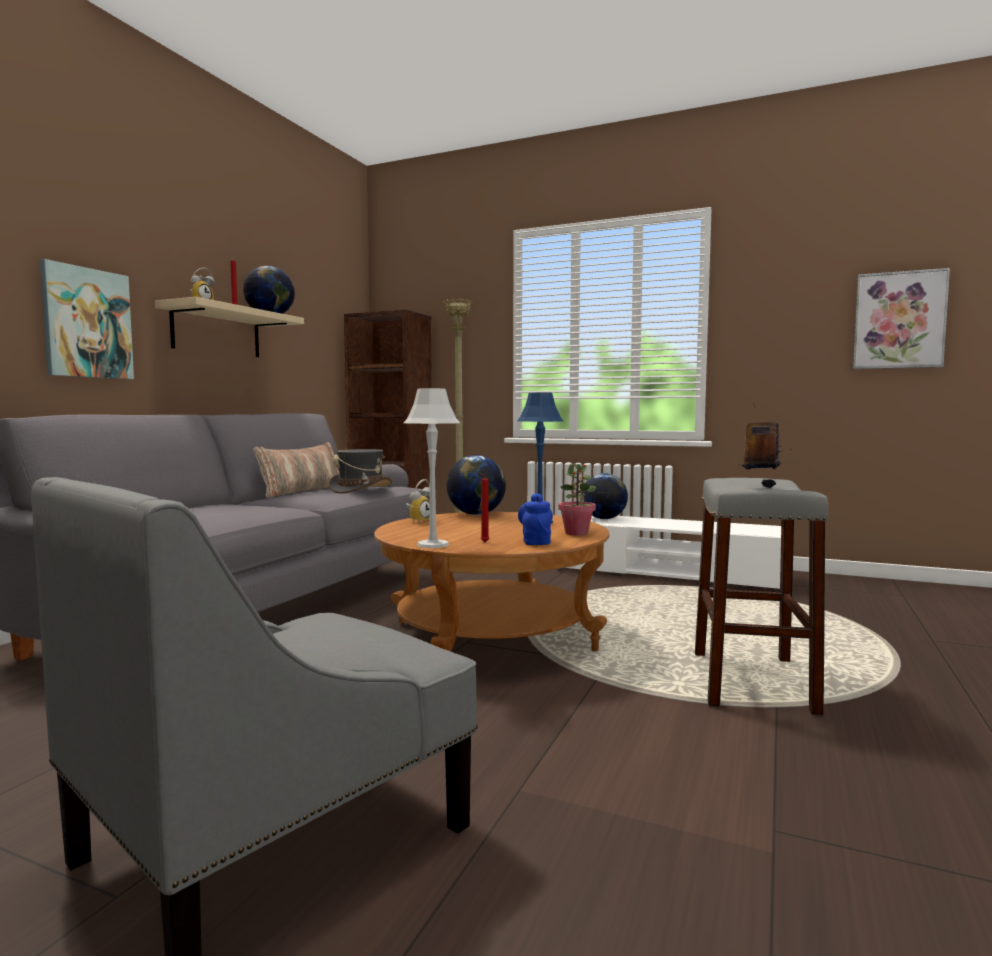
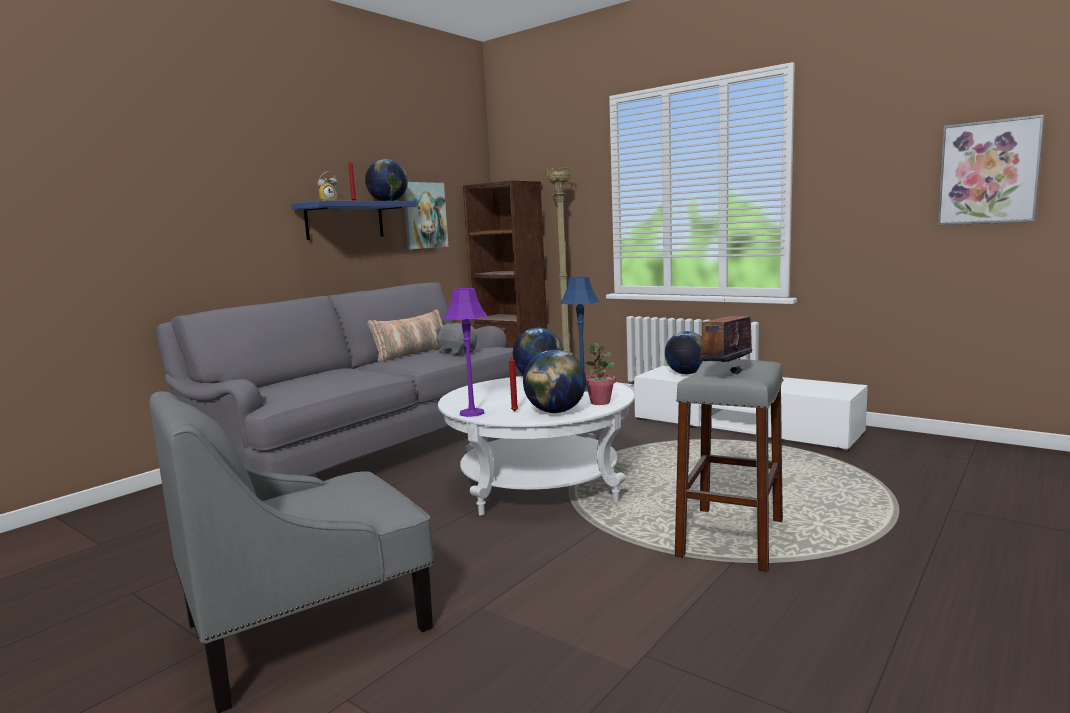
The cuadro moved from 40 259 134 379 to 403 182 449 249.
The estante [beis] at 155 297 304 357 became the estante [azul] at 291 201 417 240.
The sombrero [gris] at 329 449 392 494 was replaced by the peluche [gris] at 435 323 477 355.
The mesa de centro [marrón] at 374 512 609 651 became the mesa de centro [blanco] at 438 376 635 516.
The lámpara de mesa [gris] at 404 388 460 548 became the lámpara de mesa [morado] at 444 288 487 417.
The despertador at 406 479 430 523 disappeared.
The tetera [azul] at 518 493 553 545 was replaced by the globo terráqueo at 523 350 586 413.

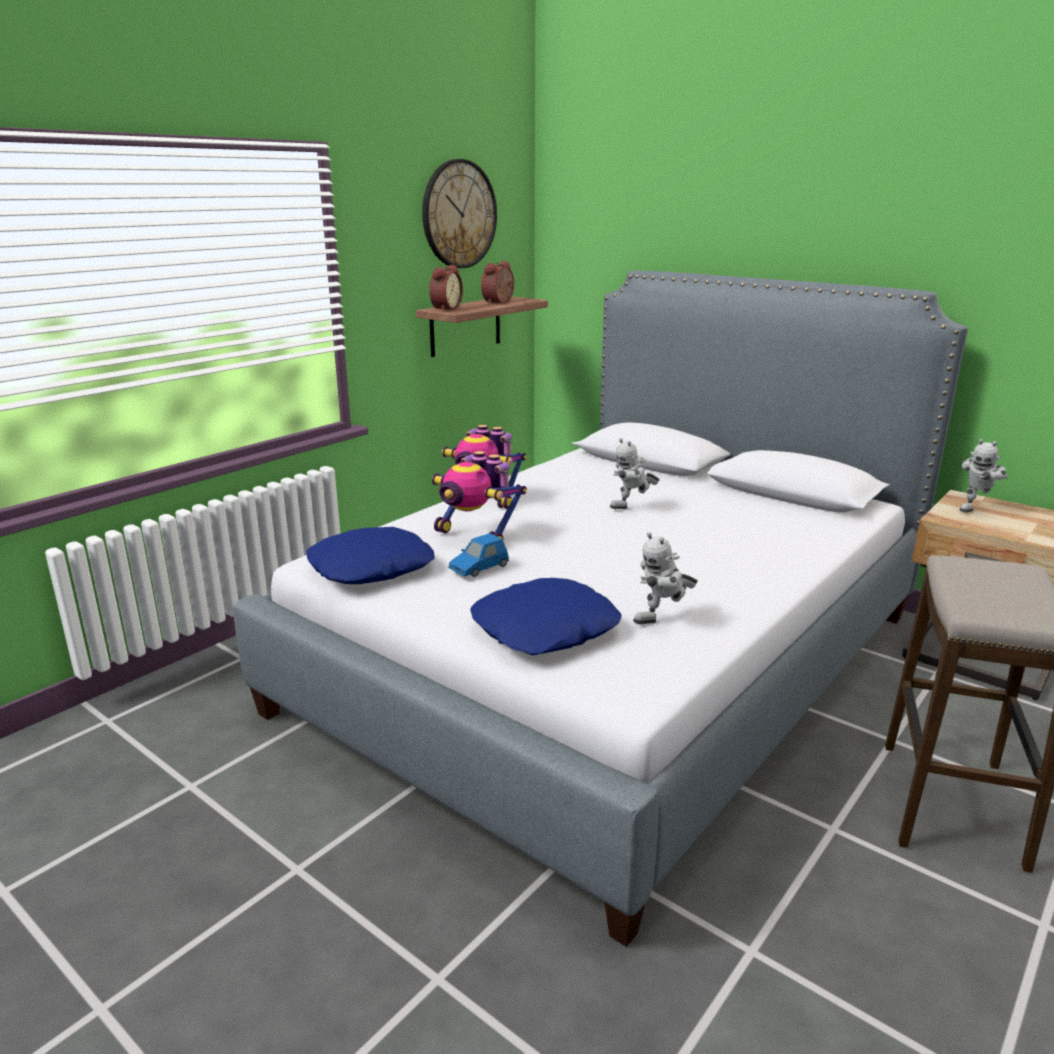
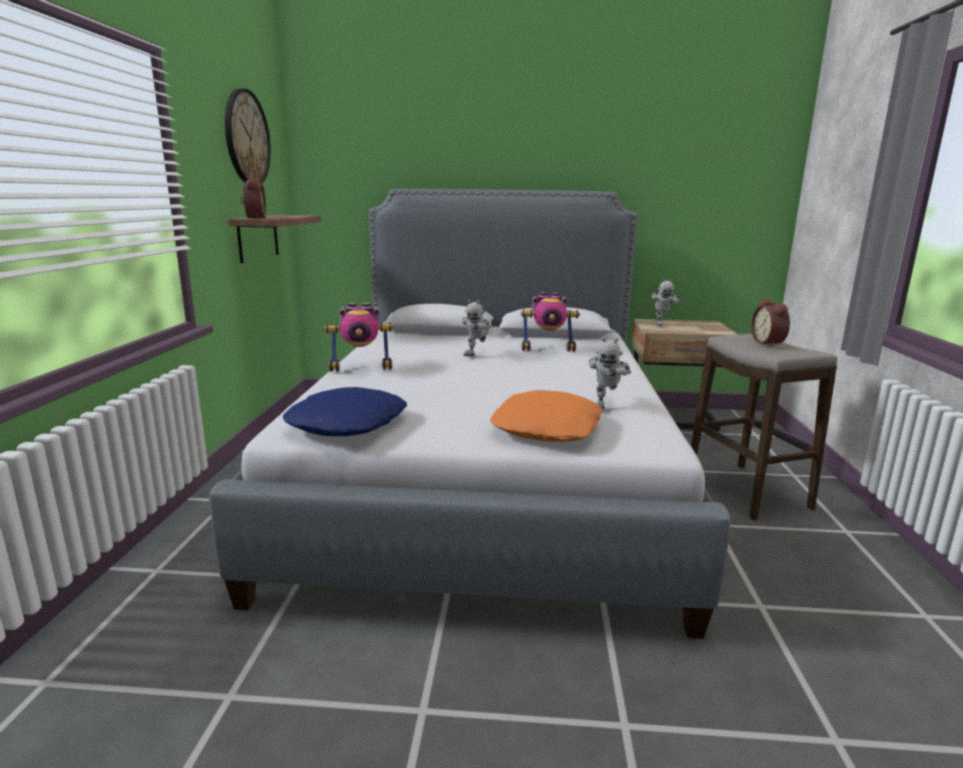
The robot de juguete moved from 432 451 527 540 to 521 292 580 352.
The coche de juguete [azul] at 448 533 509 577 disappeared.
The cojín [azul] at 470 578 622 656 became the cojín [naranja] at 490 390 602 442.
The despertador moved from 481 261 514 305 to 751 298 790 347.

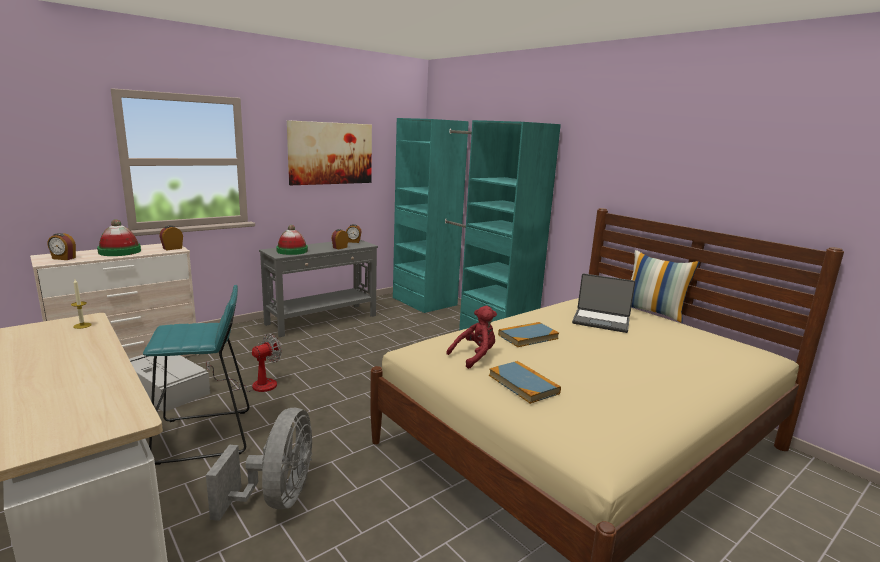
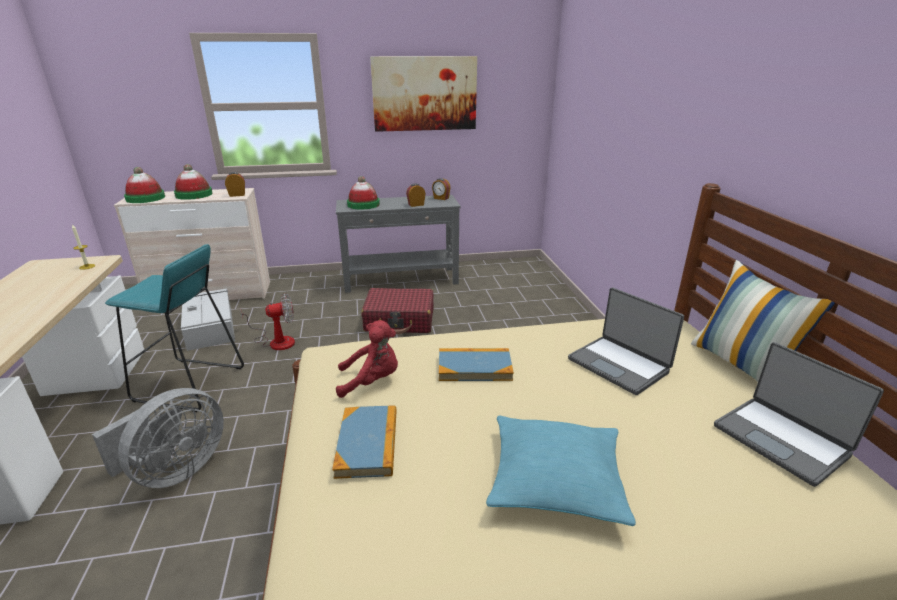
The despertador at 47 233 76 260 was replaced by the sombrero at 124 167 165 203.
The armario ropero [turquesa] at 393 118 561 330 disappeared.
The maleta [rojo] at 361 288 434 334 appeared.
The cojín [turquesa] at 486 415 636 526 appeared.
The portátil at 714 342 884 487 appeared.

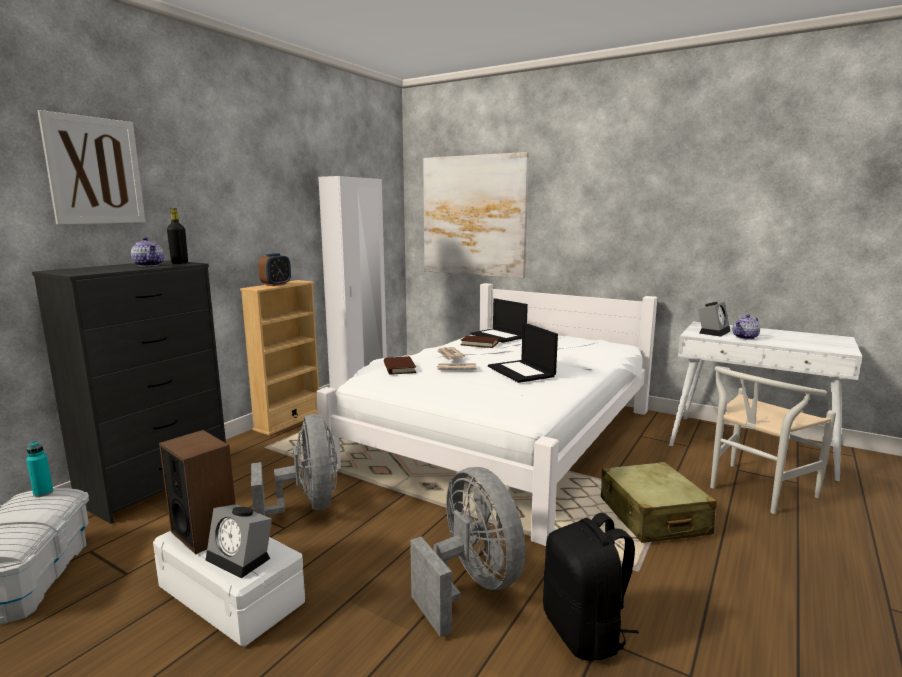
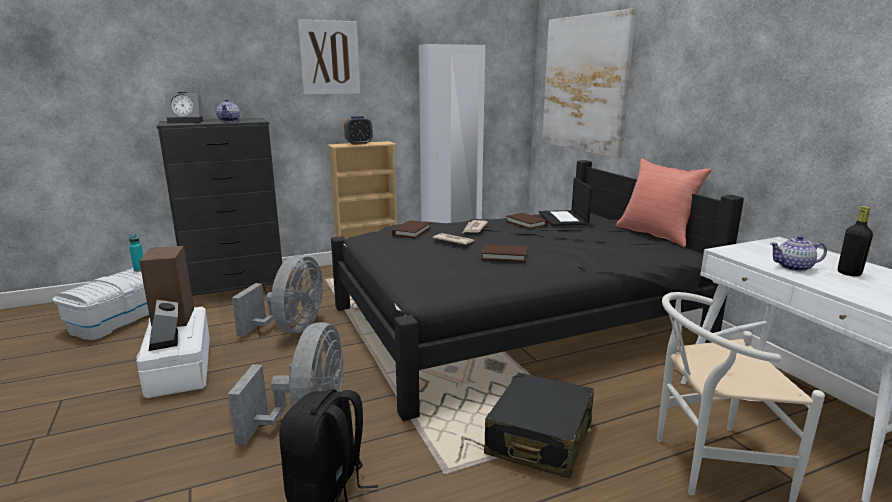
The cuadro moved from 38 110 146 225 to 298 19 360 95.
The botella [negro] moved from 167 208 188 264 to 838 206 873 277.
The cama [blanco] at 317 283 657 546 became the cama [negro] at 331 160 744 421.
The portátil at 488 322 558 383 was replaced by the libro [marrón] at 482 244 527 262.
The maleta [beis] at 601 462 717 543 became the maleta [negro] at 484 372 594 479.
The despertador moved from 698 302 730 337 to 165 92 203 124.
The cojín [rojo] at 616 159 712 247 appeared.

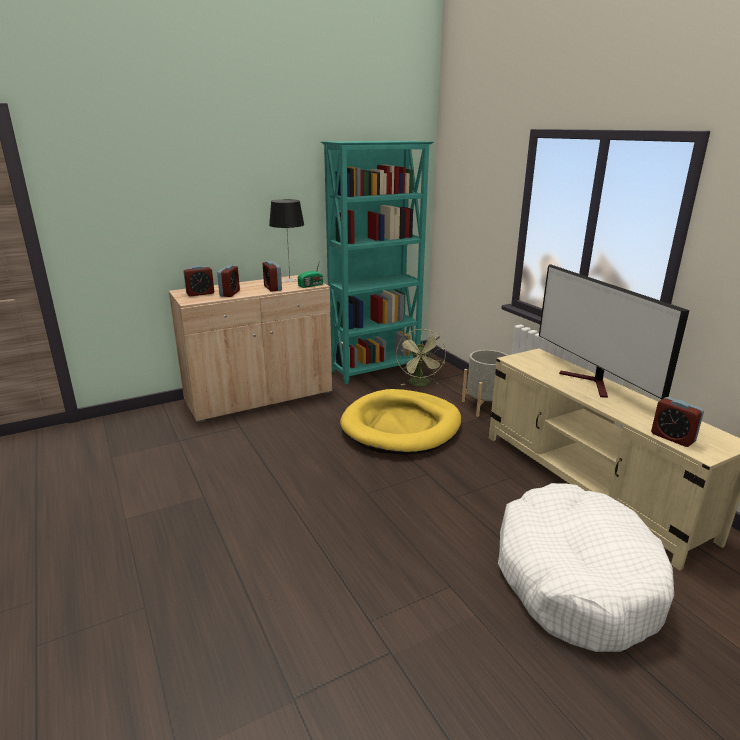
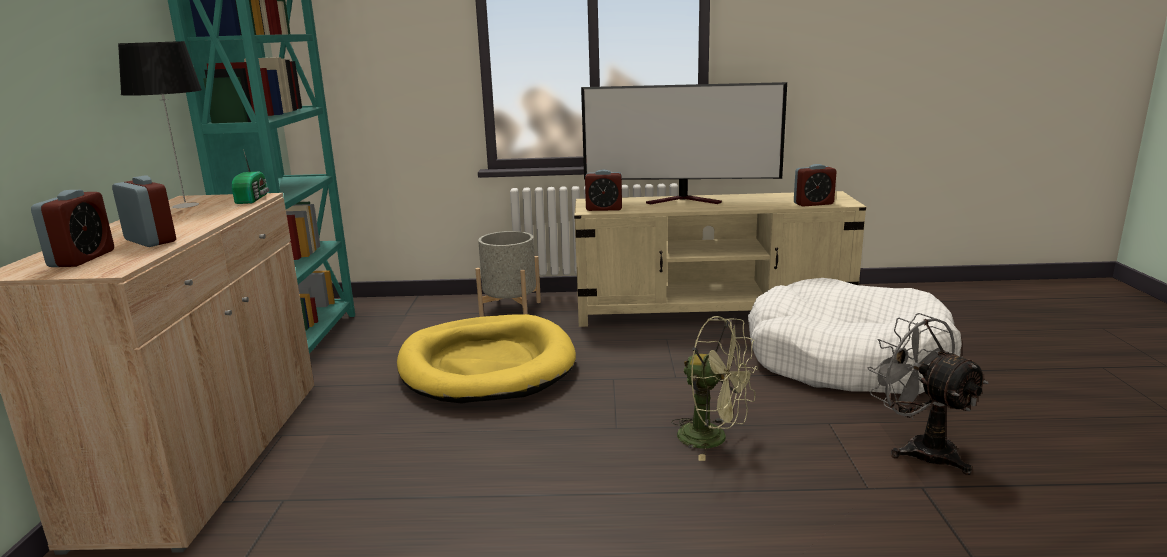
The despertador moved from 263 261 282 292 to 585 169 622 211.
The ventilador [verde] moved from 396 329 446 386 to 671 316 758 461.
The ventilador [gris] at 868 313 989 475 appeared.

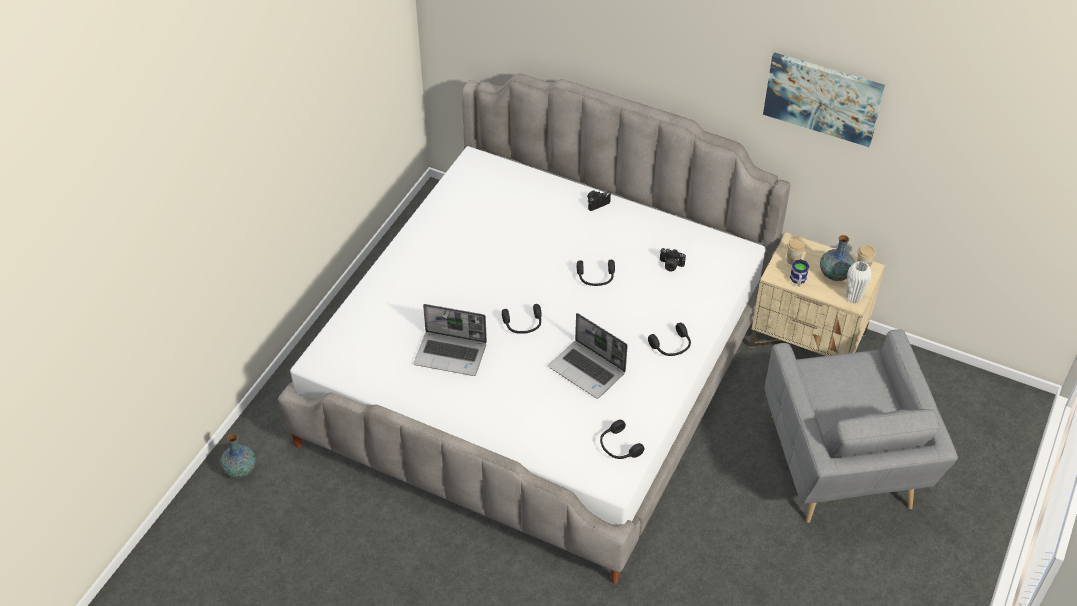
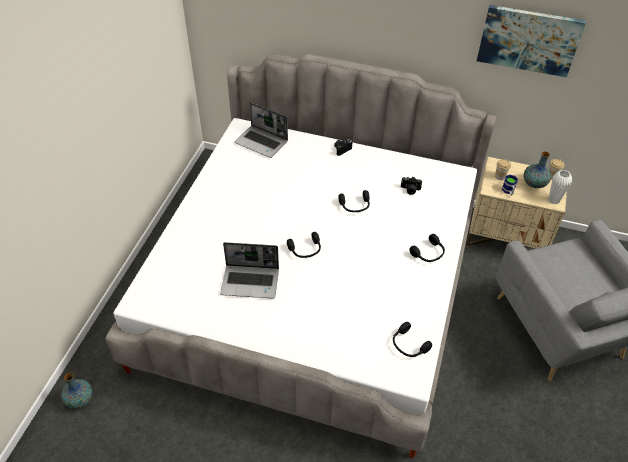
The portátil moved from 548 313 628 399 to 234 102 288 158.

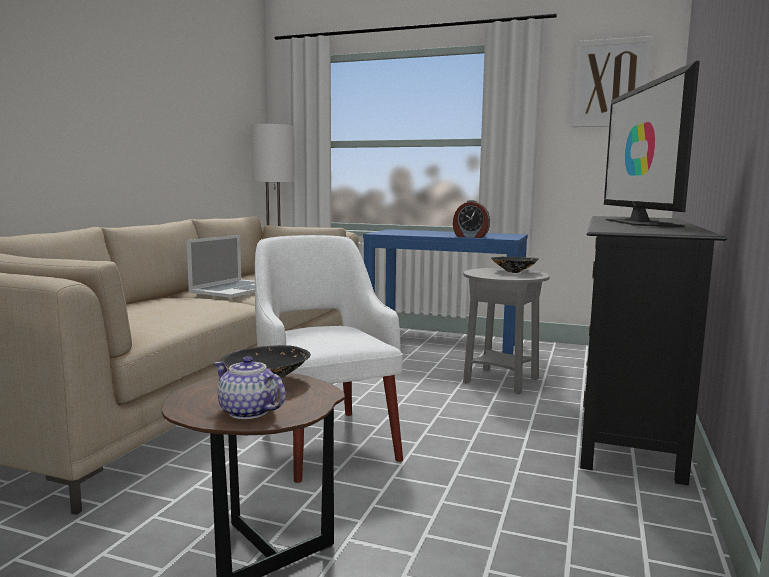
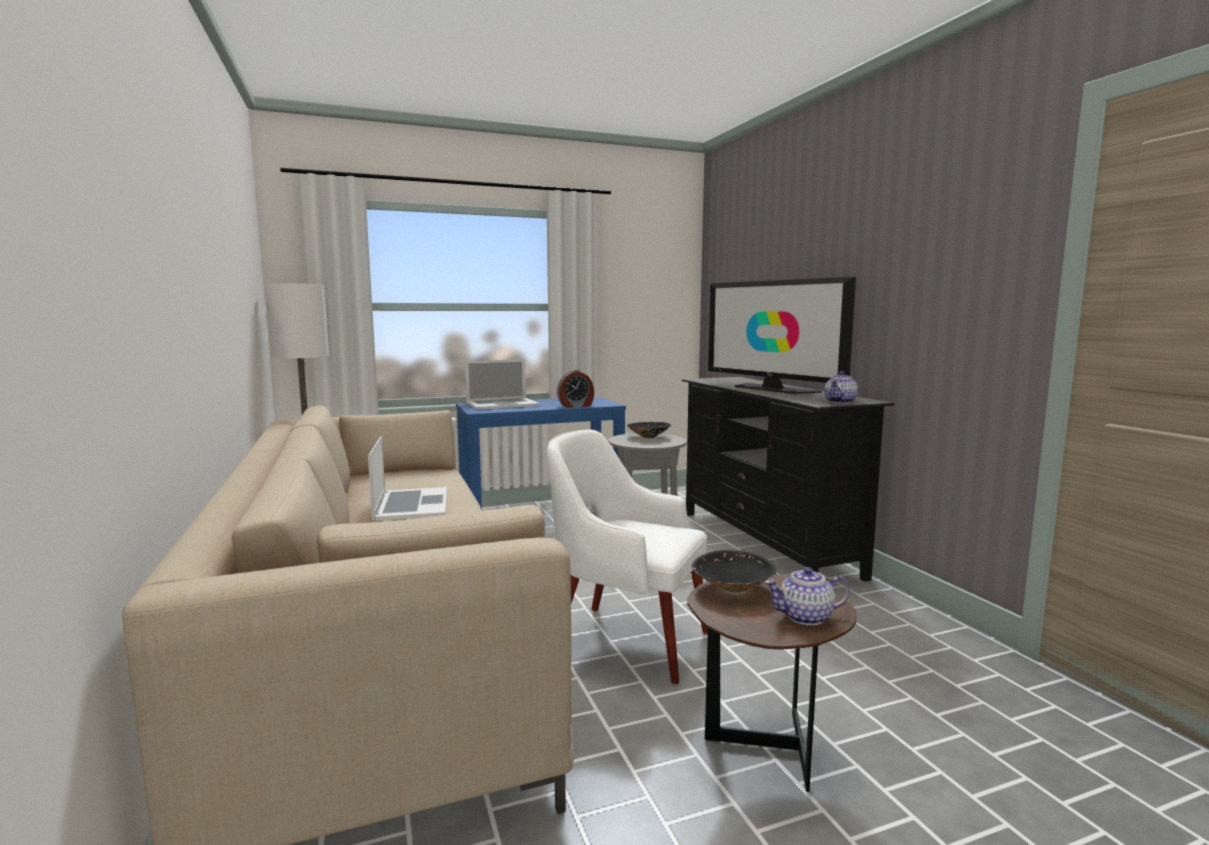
The cuadro at 572 36 653 127 disappeared.
The portátil at 465 359 540 410 appeared.
The tetera at 824 371 858 404 appeared.

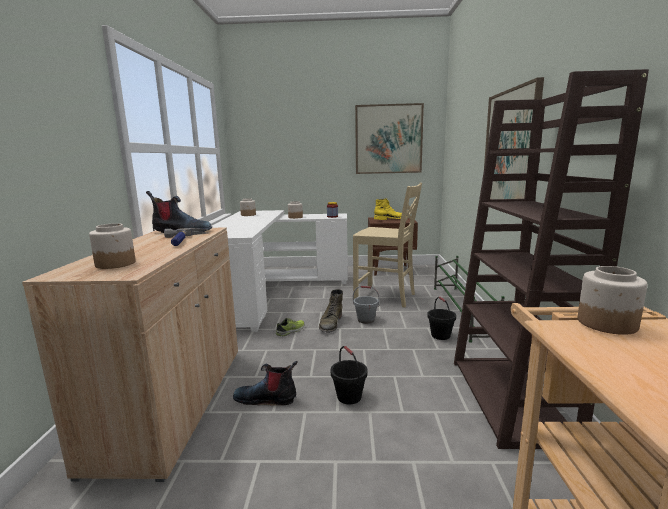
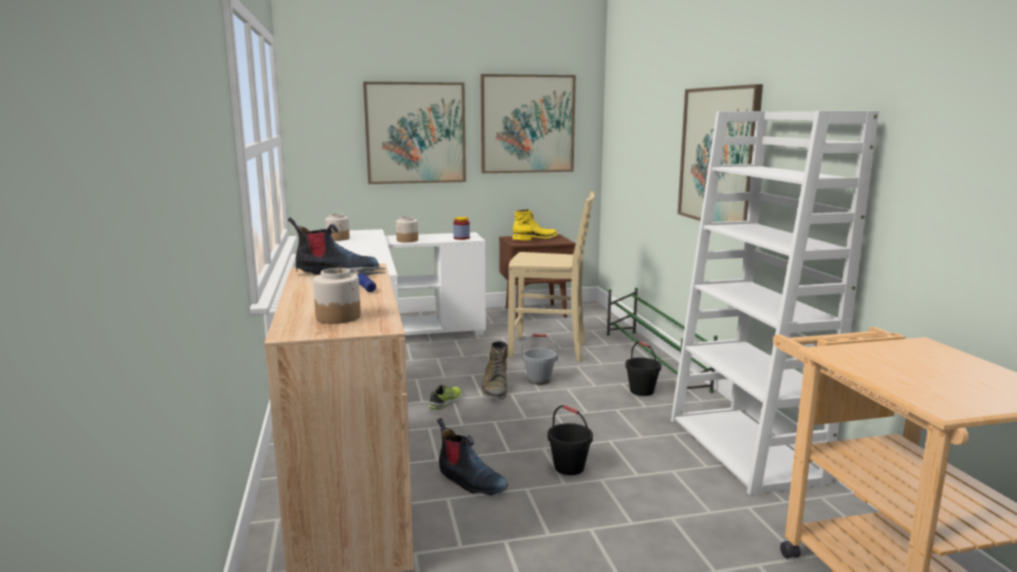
The bota at 233 361 298 406 turned 135 degrees counterclockwise.
The estantería [marrón] at 454 69 649 449 became the estantería [blanco] at 671 111 879 495.
The tarro at 578 266 647 335 disappeared.
The cuadro at 363 82 466 184 appeared.

